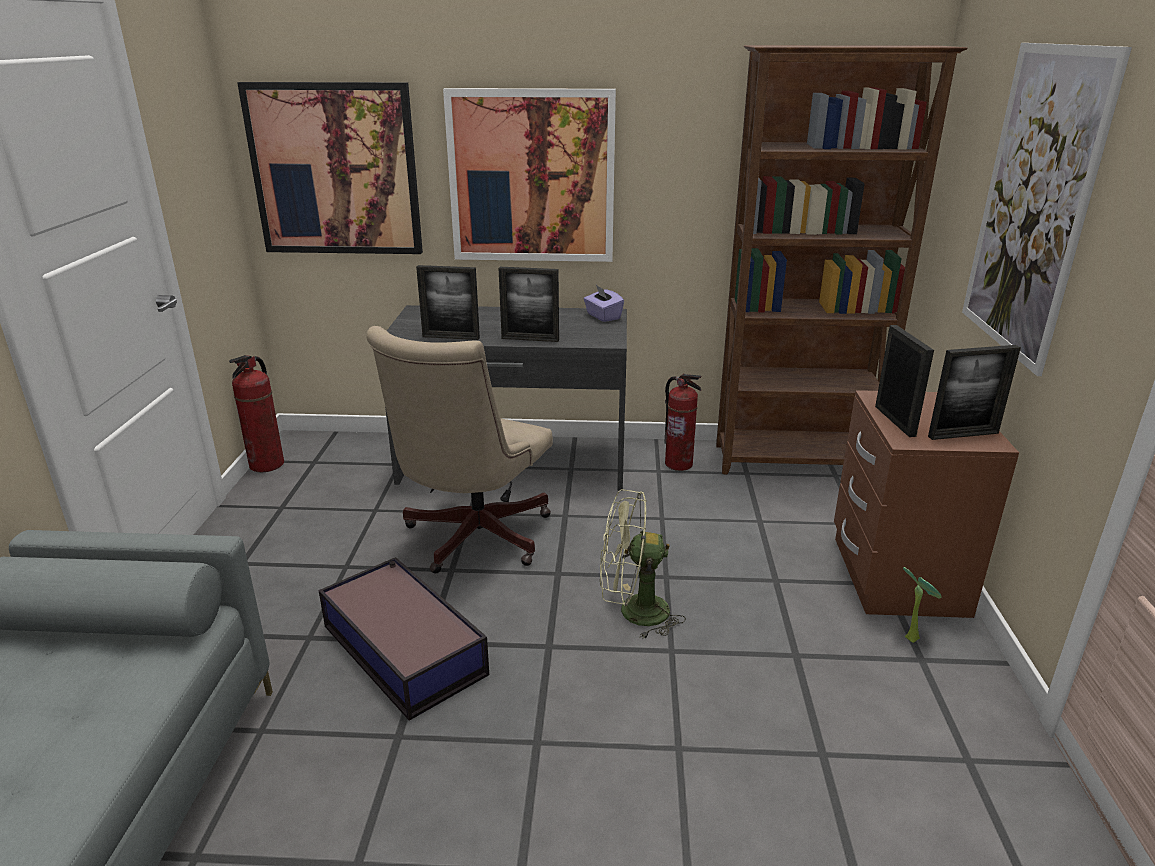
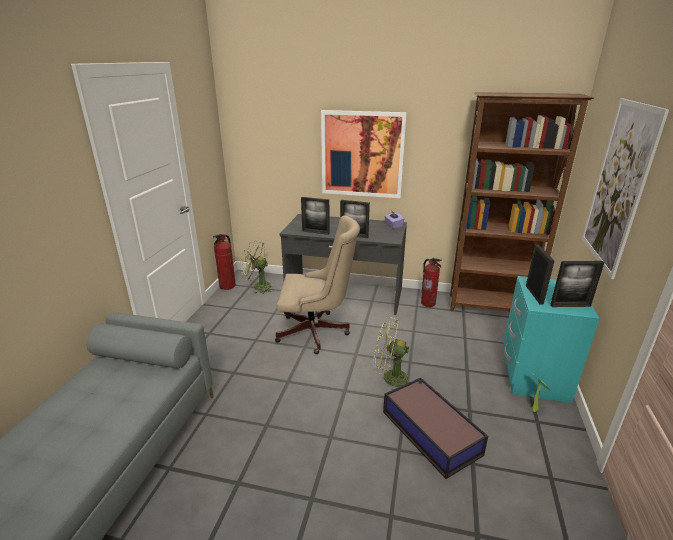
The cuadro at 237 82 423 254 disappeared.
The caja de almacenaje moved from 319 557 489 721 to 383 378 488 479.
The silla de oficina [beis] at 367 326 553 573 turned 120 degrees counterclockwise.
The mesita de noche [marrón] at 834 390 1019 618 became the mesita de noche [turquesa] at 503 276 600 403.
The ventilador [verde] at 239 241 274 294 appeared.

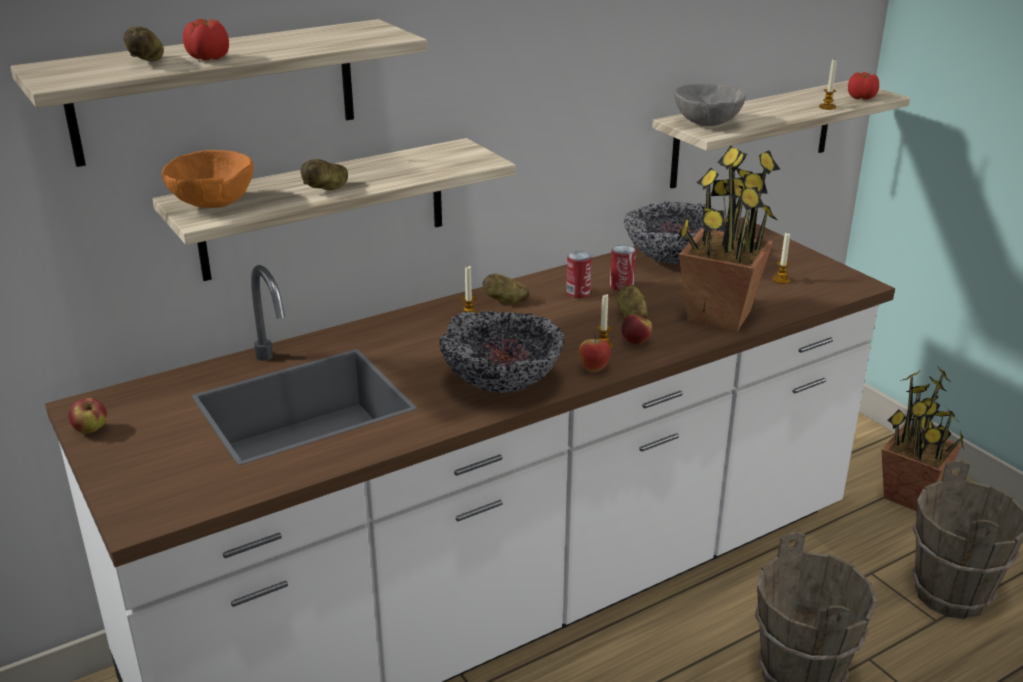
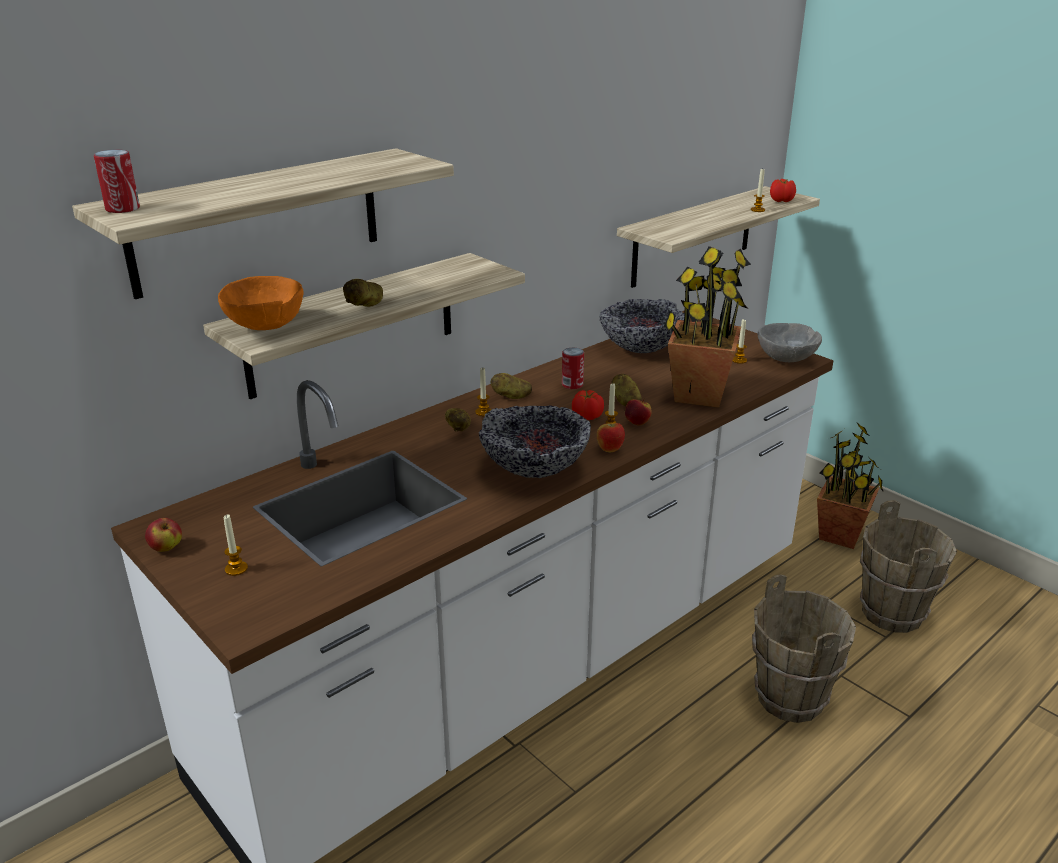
The patata moved from 123 26 164 61 to 445 408 471 431.
The tomate moved from 183 19 229 60 to 572 390 604 420.
The lata moved from 610 245 636 291 to 94 149 140 213.
The cuenco [gris] moved from 674 84 746 126 to 758 323 822 362.
The vela at 224 514 248 576 appeared.

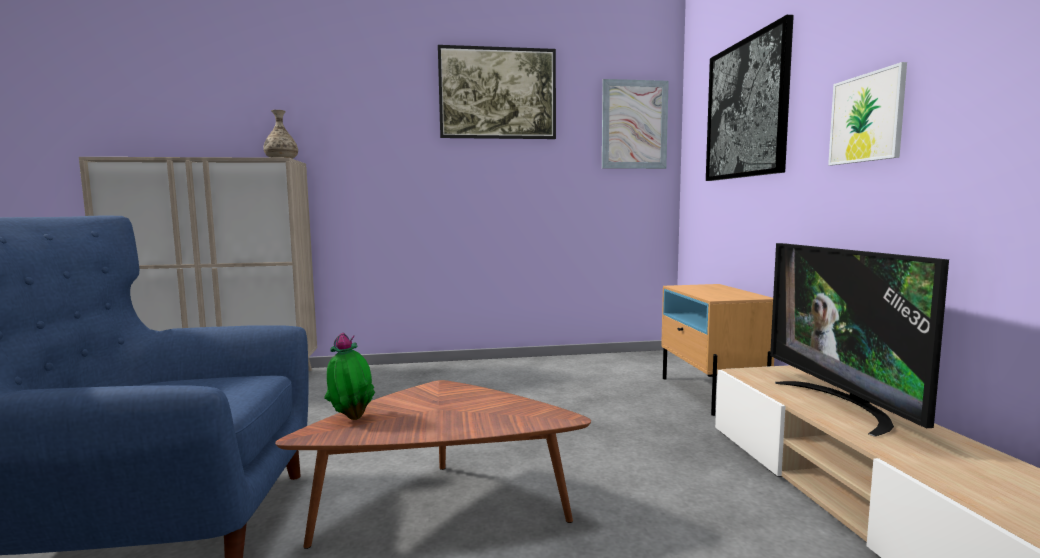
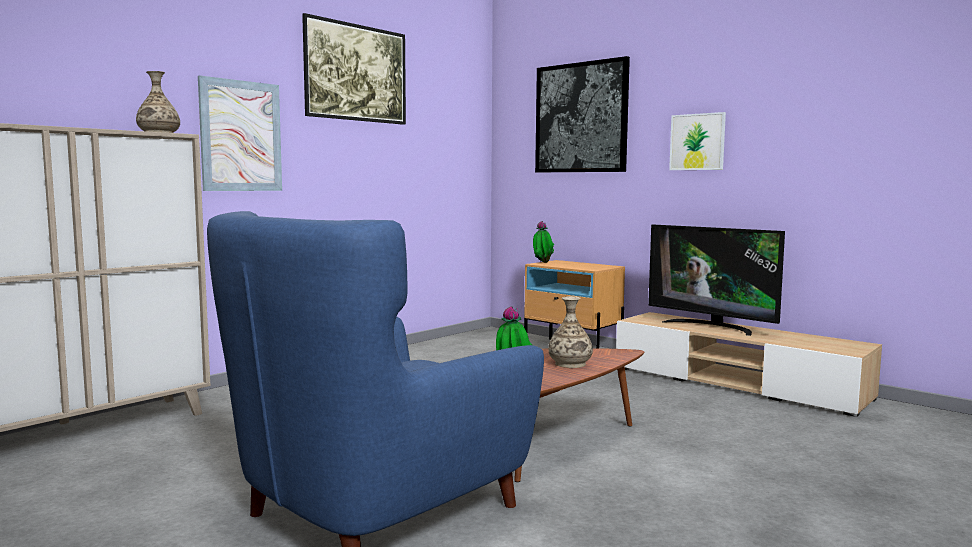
The cuadro moved from 602 79 669 169 to 198 75 282 191.
The planta en maceta at 533 221 554 263 appeared.
The florero at 548 296 593 368 appeared.

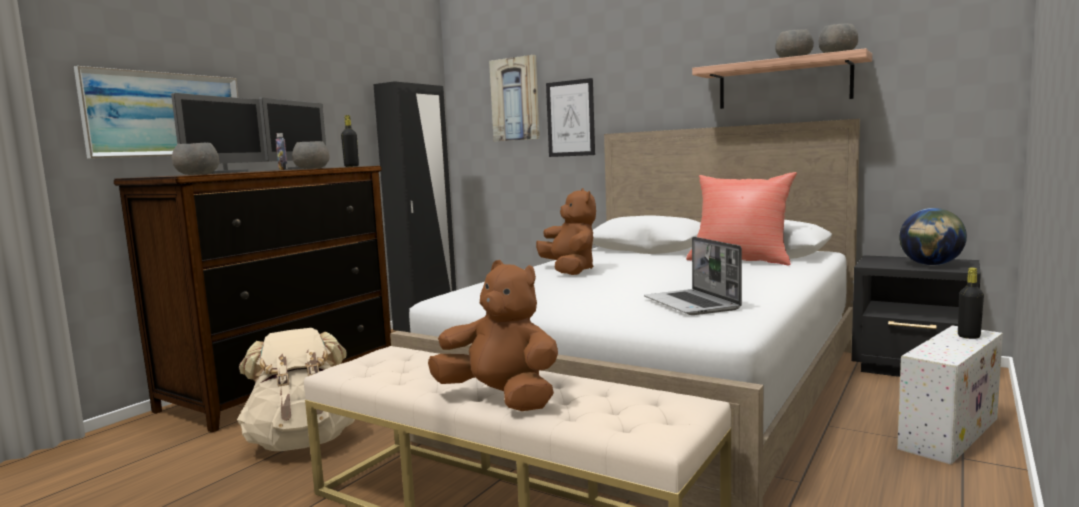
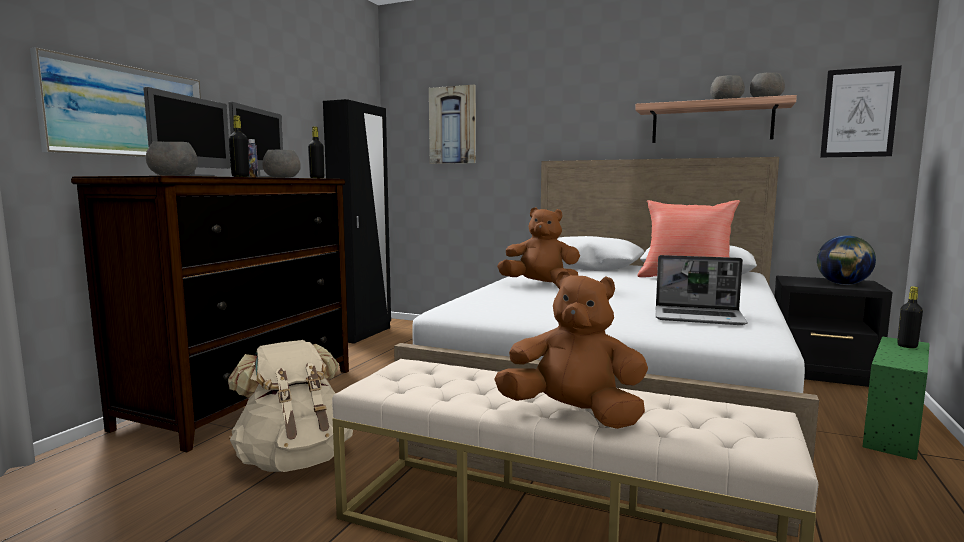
The peluche [marrón] at 536 188 596 275 turned 45 degrees counterclockwise.
The cuadro moved from 546 78 595 157 to 820 65 902 157.
The portátil at 644 237 742 315 turned 45 degrees counterclockwise.
The caja de almacenaje [blanco] at 897 325 1003 465 became the caja de almacenaje [verde] at 862 337 929 460.
The botella [negro] at 229 115 249 177 appeared.

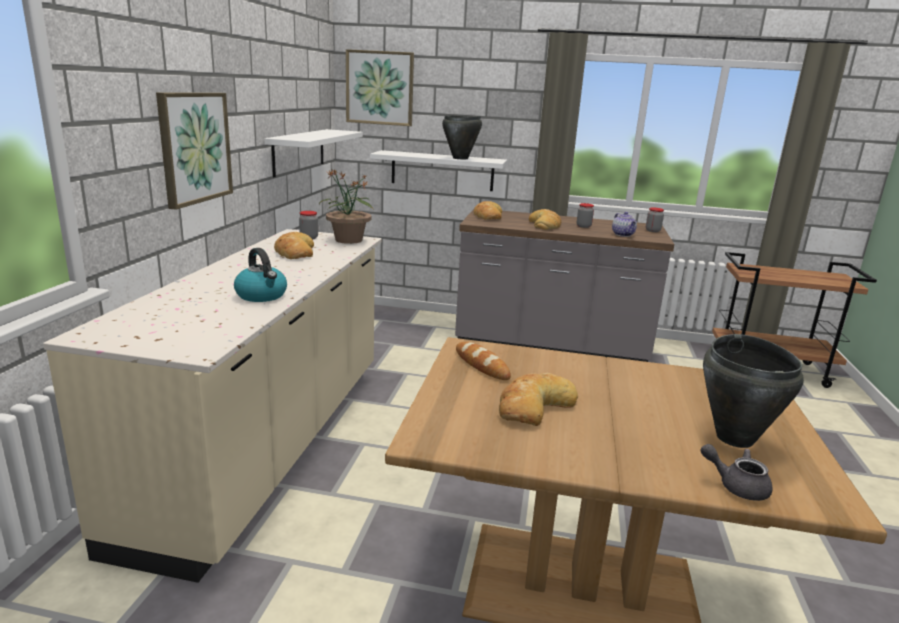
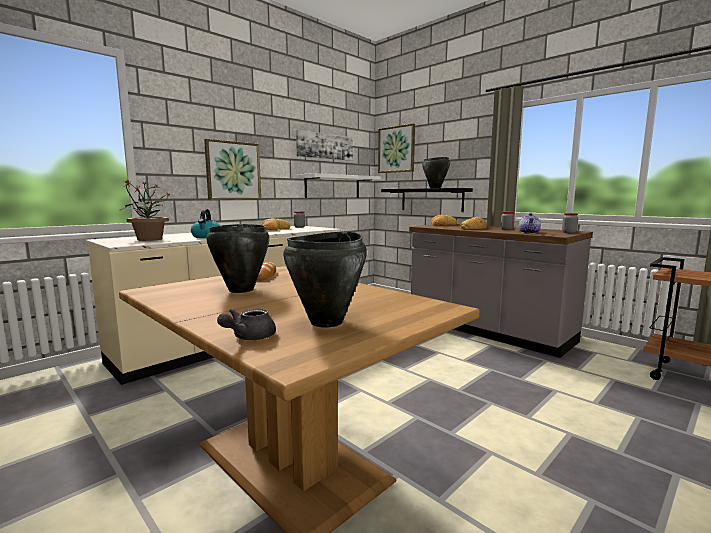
The planta en maceta moved from 319 169 373 244 to 119 180 169 241.
The estante [blanco] at 370 150 507 191 became the estante [negro] at 381 188 473 212.
The pan at 499 373 578 426 was replaced by the olla [negro] at 206 224 270 293.
The tetera [gris] at 701 444 773 501 turned 120 degrees counterclockwise.
The cuadro at 296 130 353 161 appeared.

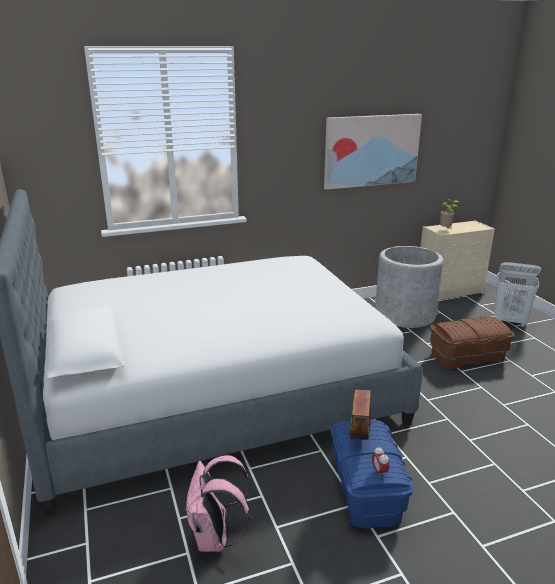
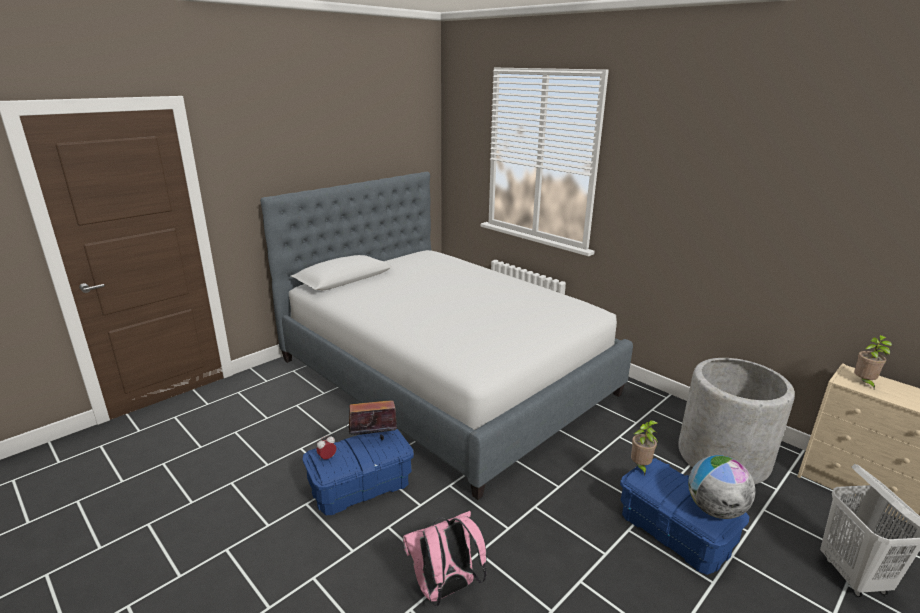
The mochila [rosa] moved from 185 455 251 552 to 403 511 487 606.
The cuadro at 324 114 422 190 disappeared.
The caja de almacenaje [marrón] at 430 316 515 369 became the caja de almacenaje [azul] at 620 458 750 575.
The planta en maceta at 631 420 658 475 appeared.
The globo terráqueo at 688 455 755 519 appeared.

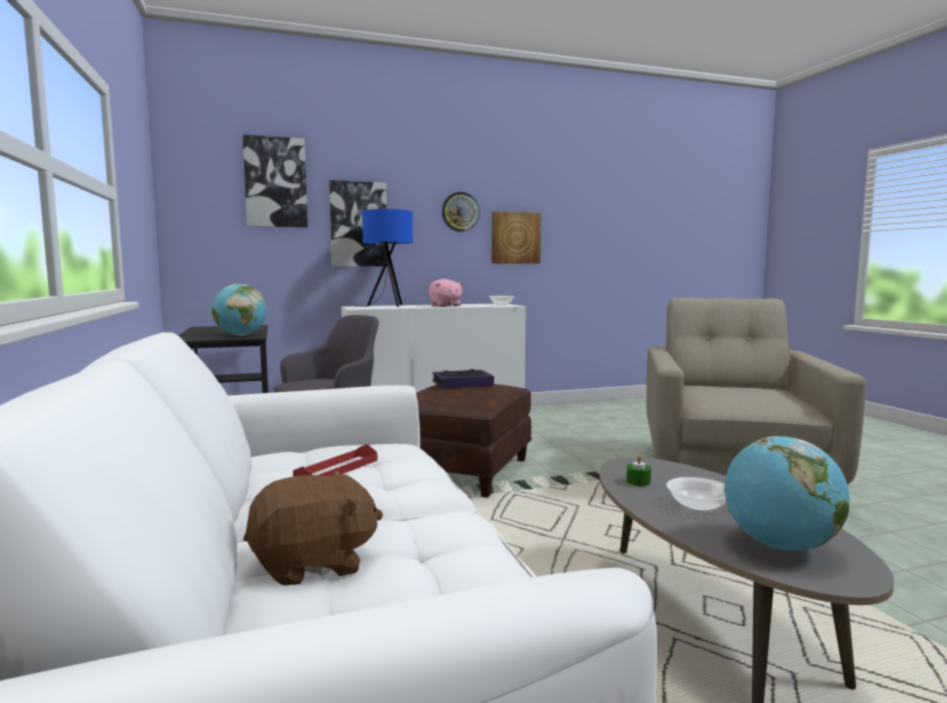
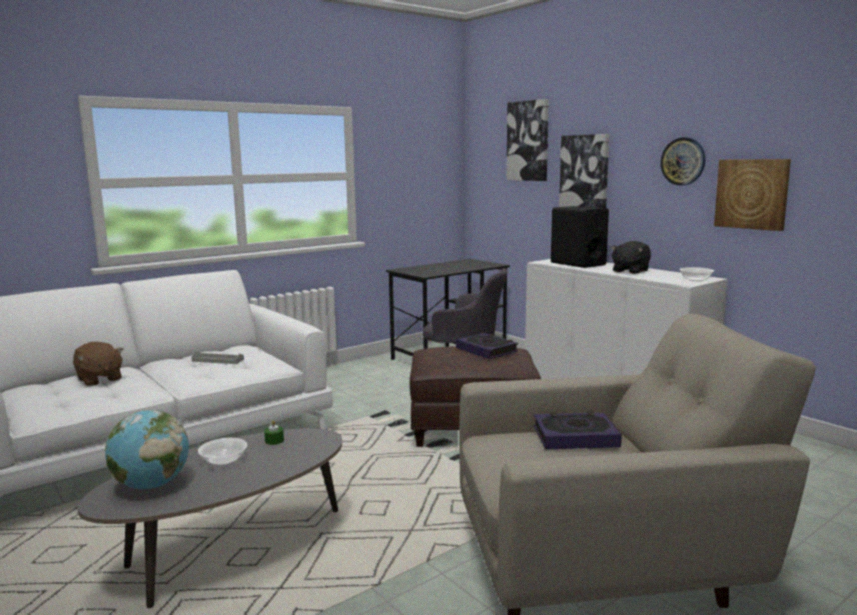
The globo terráqueo at 212 284 267 336 disappeared.
The bandeja [rojo] at 293 444 377 477 became the bandeja [gris] at 191 351 244 364.
The lámpara de mesa [azul] at 354 209 413 307 was replaced by the altavoz [negro] at 551 206 609 268.
The peluche [rosa] at 429 279 463 307 became the peluche [negro] at 611 241 651 274.
The libro at 534 411 622 449 appeared.

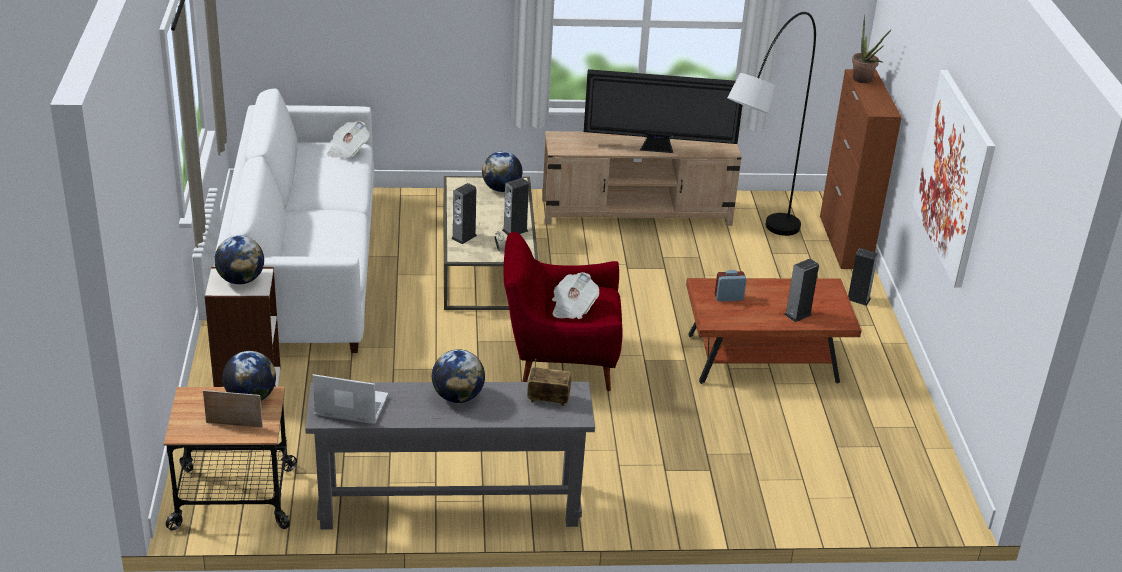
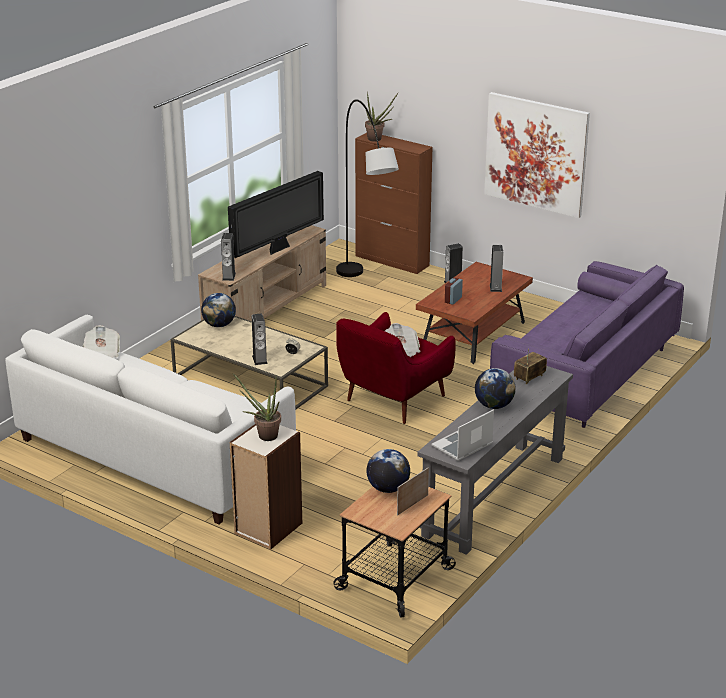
The globo terráqueo at 214 236 264 284 was replaced by the planta en maceta at 233 374 281 441.
The altavoz moved from 502 178 529 235 to 221 233 236 281.
The sofá [morado] at 490 261 684 428 appeared.

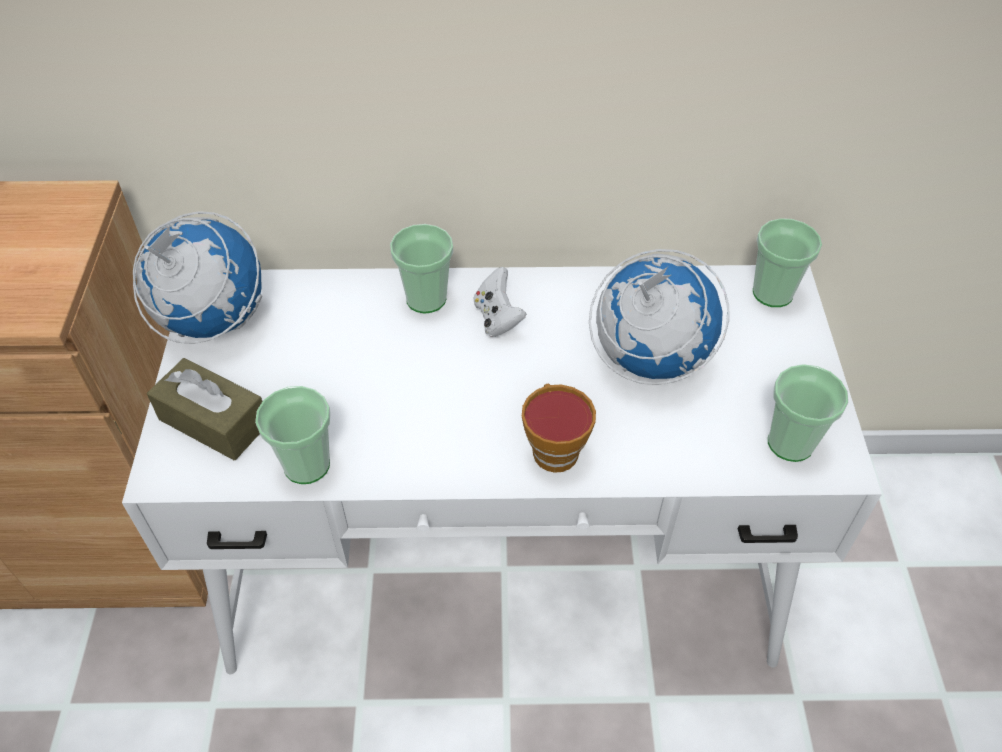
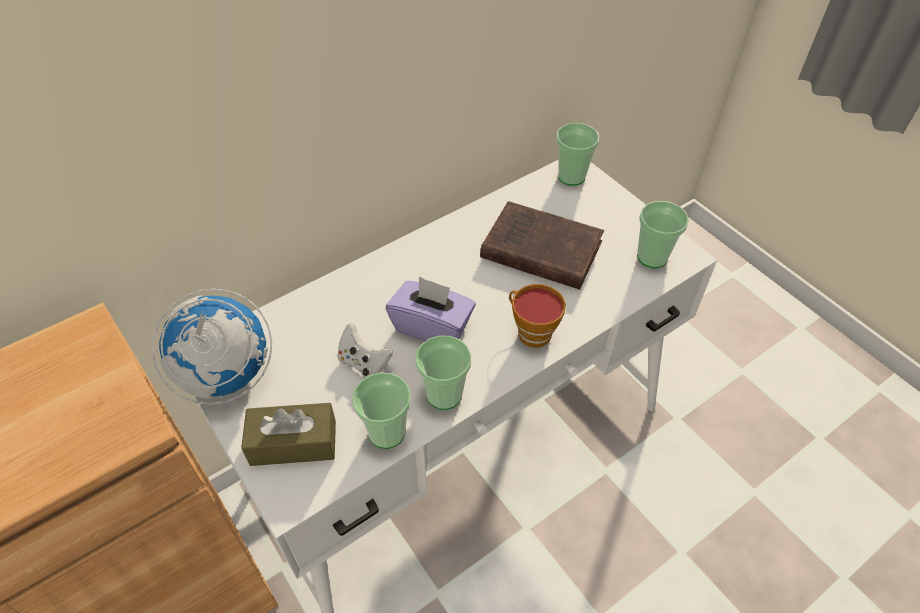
The taza moved from 390 224 453 313 to 415 335 471 410.
The mando de consola [blanco] moved from 474 267 526 337 to 337 323 393 378.
The globo terráqueo at 589 249 729 385 was replaced by the libro [marrón] at 480 201 604 290.
The caja de pañuelos [morado] at 386 276 476 341 appeared.

